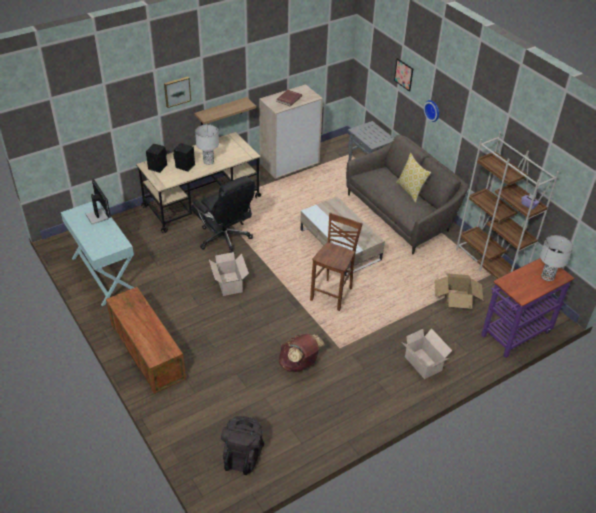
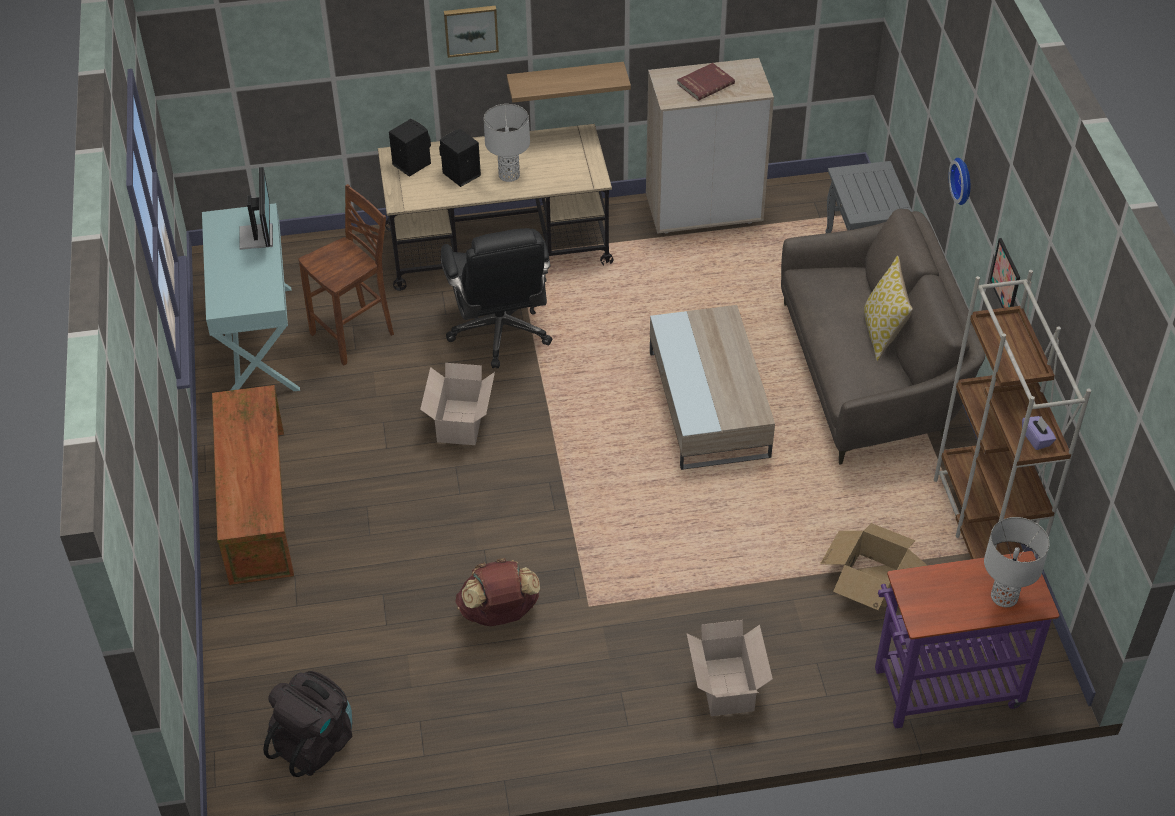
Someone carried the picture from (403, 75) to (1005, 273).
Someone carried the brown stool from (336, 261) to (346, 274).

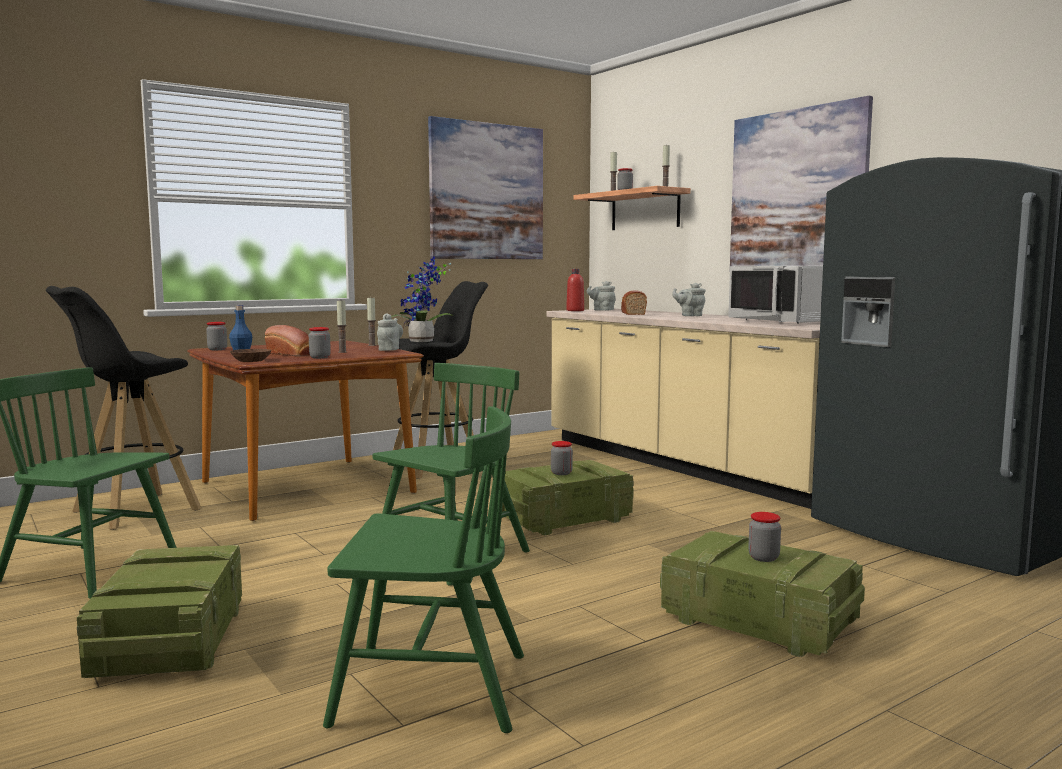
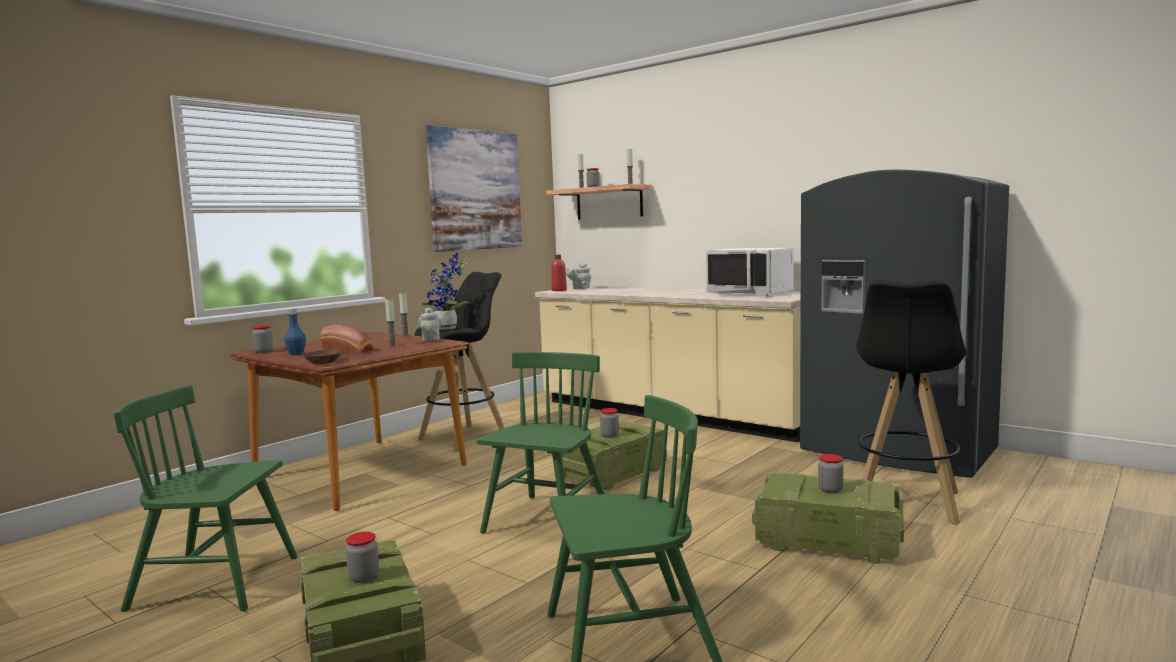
Someone took away the picture at (801, 181).
Someone took away the grey teapot at (688, 299).
Someone carried the black stool from (123, 408) to (911, 402).
Someone took away the bread at (634, 302).
Someone carried the jar from (320, 343) to (362, 557).

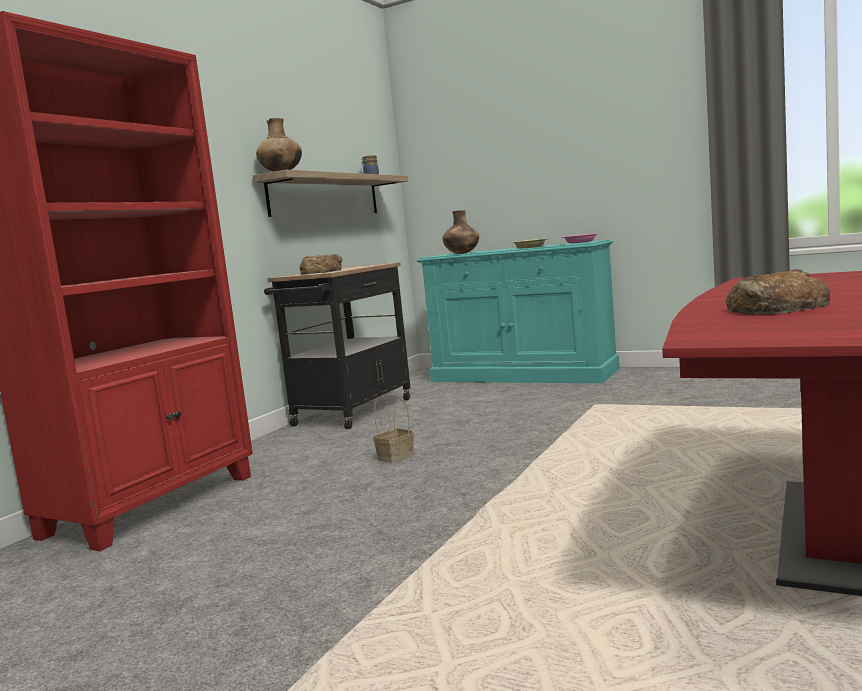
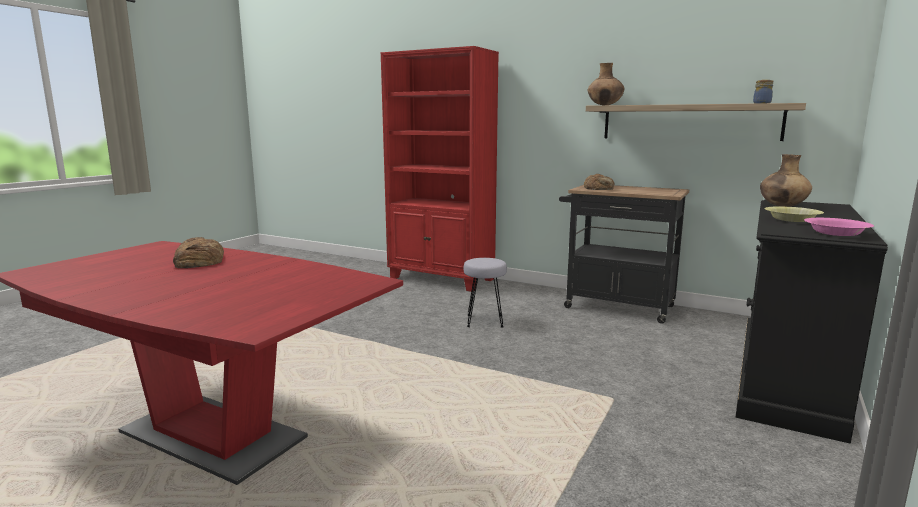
Someone repainted the turquoise cabinet at (518, 311), which became the black cabinet at (811, 322).
Someone swapped the basket at (394, 429) for the grey stool at (485, 293).

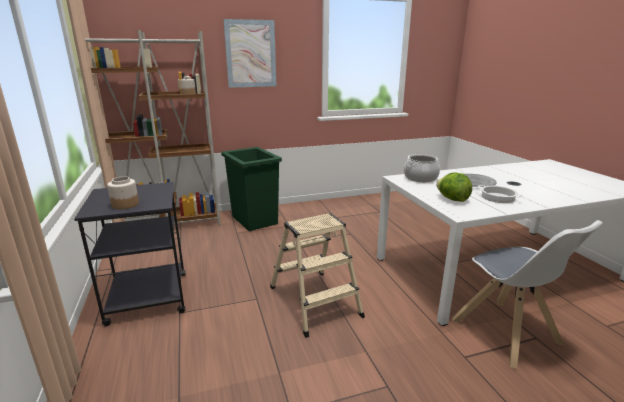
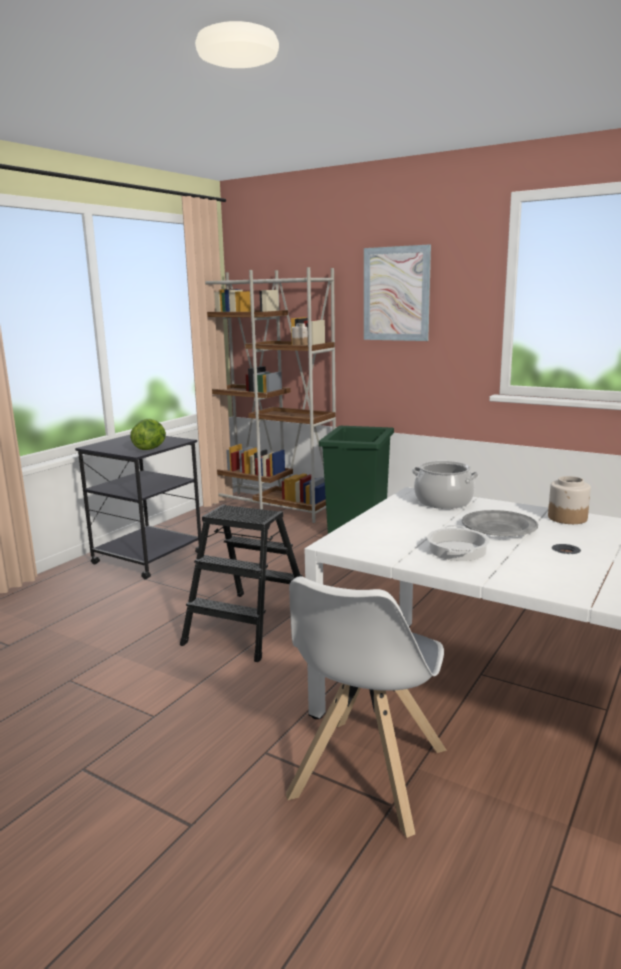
Someone carried the lettuce from (454, 187) to (148, 434).
Someone carried the jar from (123, 192) to (569, 500).
Someone repainted the beige step ladder at (317, 275), which became the black step ladder at (241, 583).

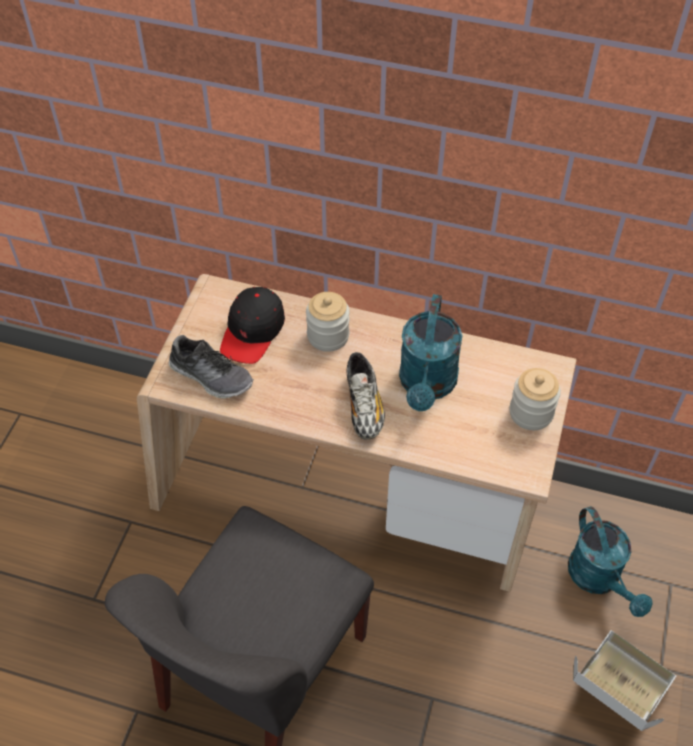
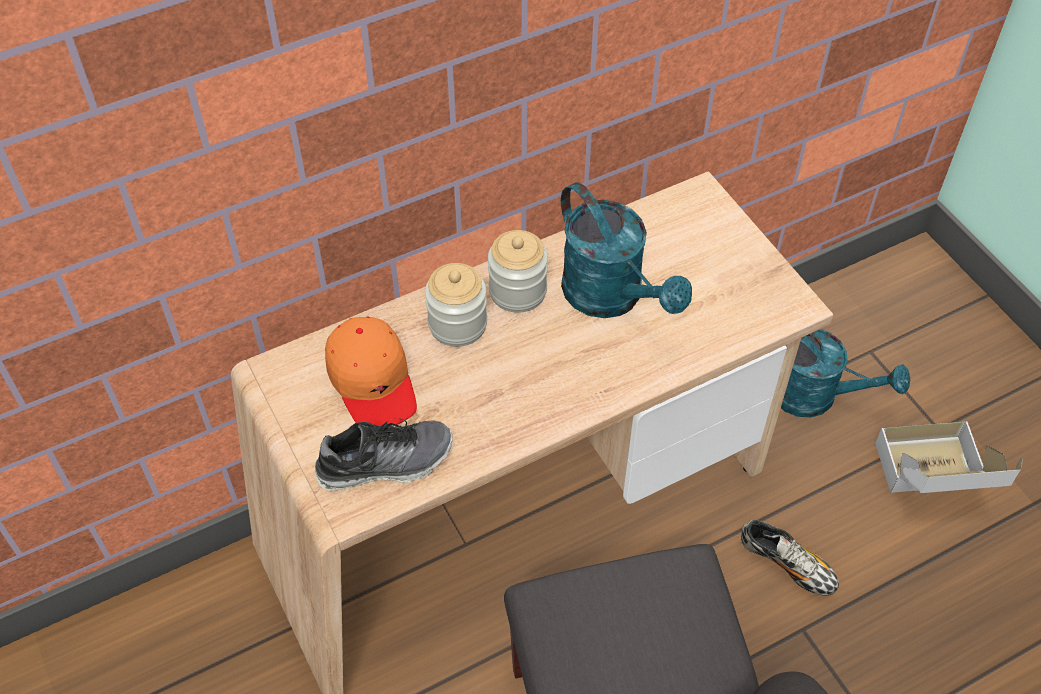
Someone repainted the black cap at (252, 325), which became the orange cap at (371, 371).
Someone carried the shoe from (365, 396) to (790, 558).
Someone carried the jar from (535, 399) to (518, 271).

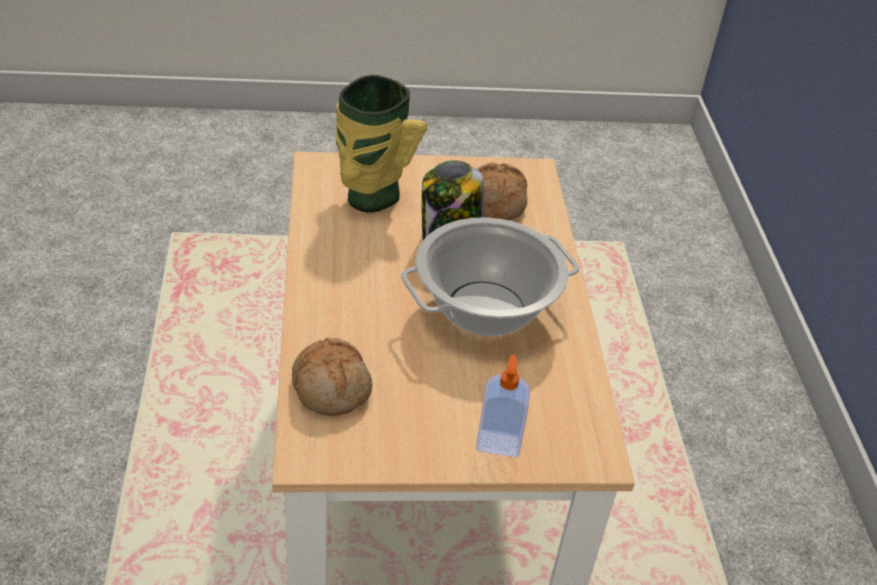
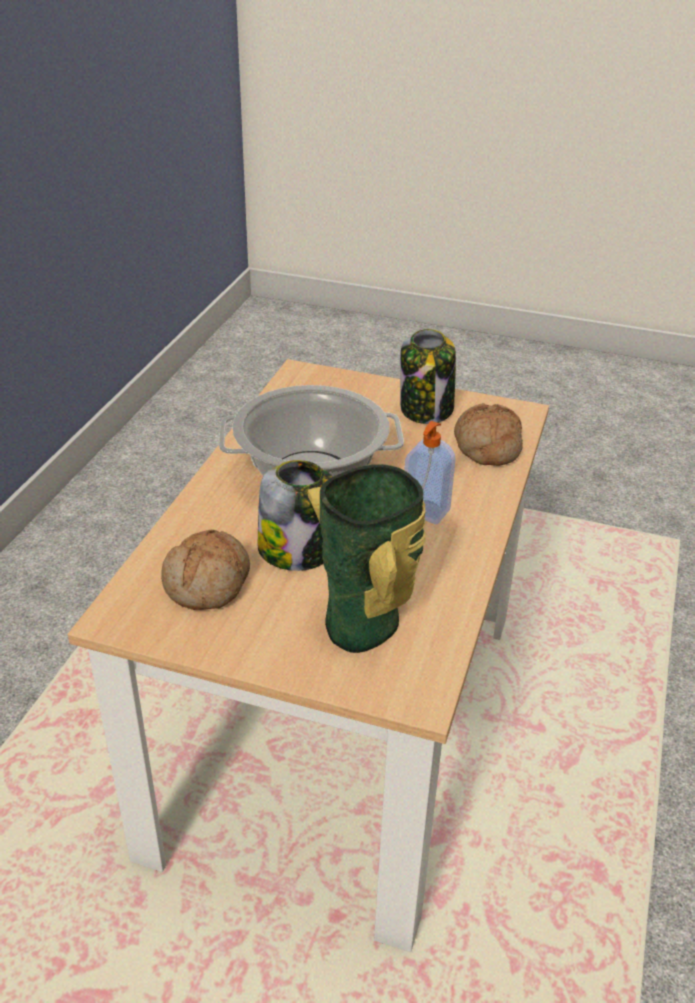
Someone carried the soap dispenser from (503, 406) to (430, 472).
Someone put down the jar at (428, 376).

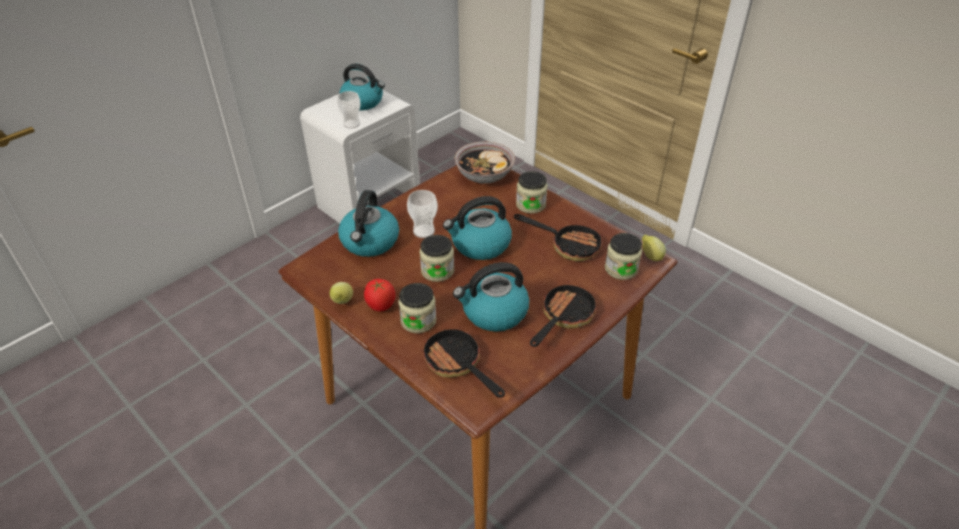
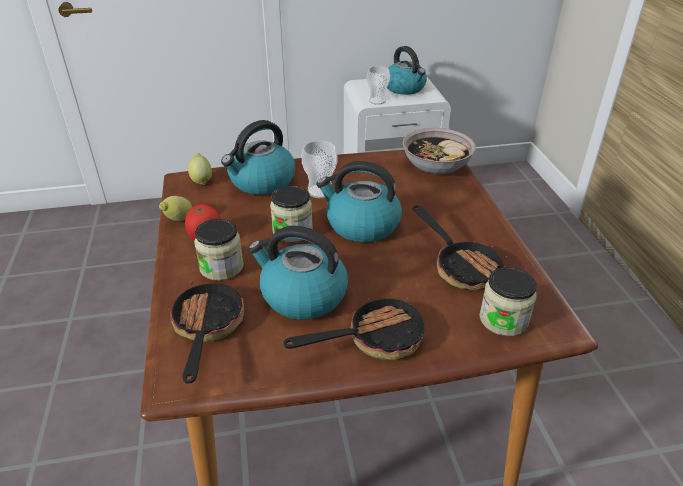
Someone took away the jar at (532, 192).
Someone carried the lemon from (654, 248) to (200, 169).

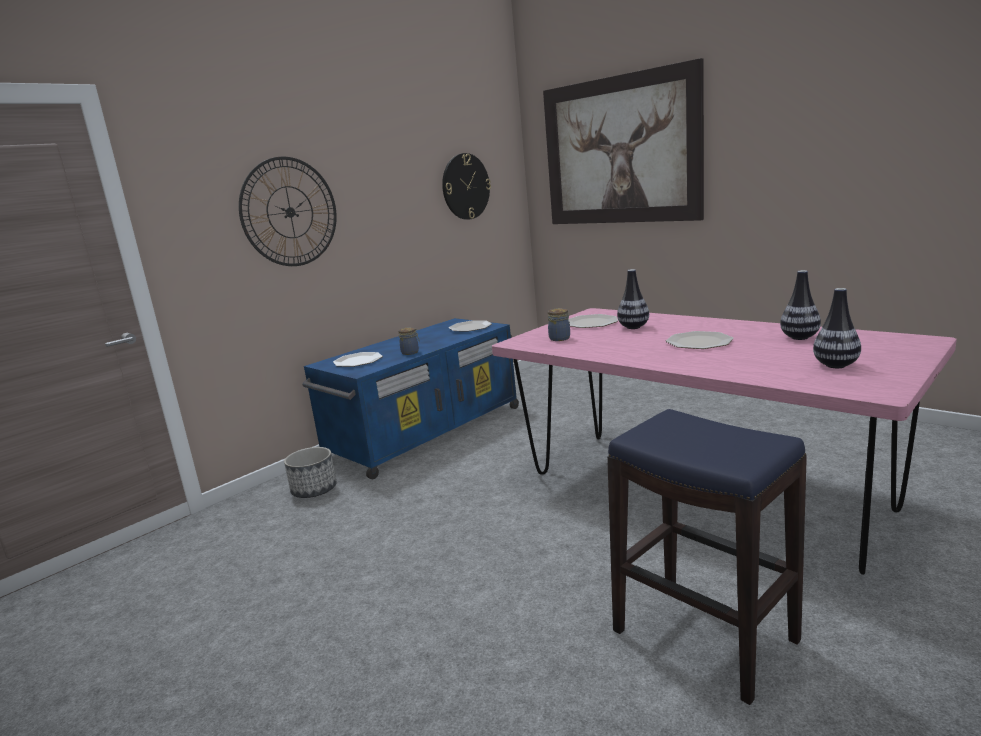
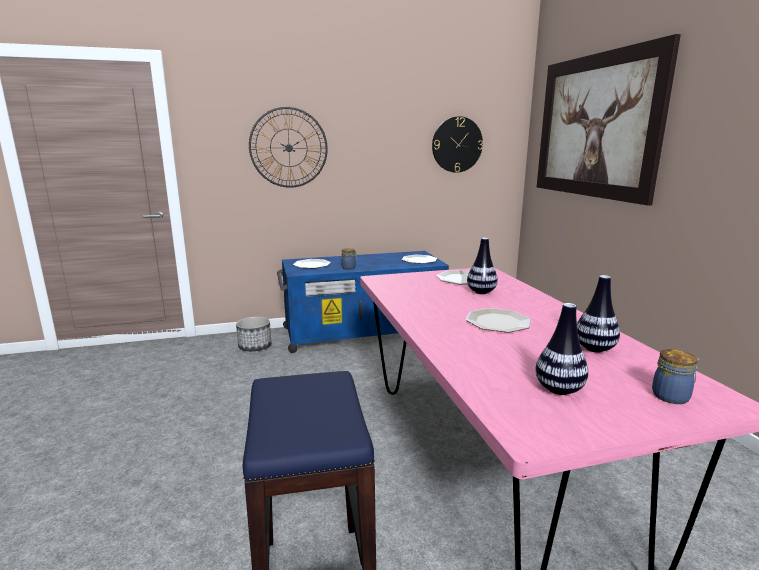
Someone carried the jar from (559, 324) to (675, 376).

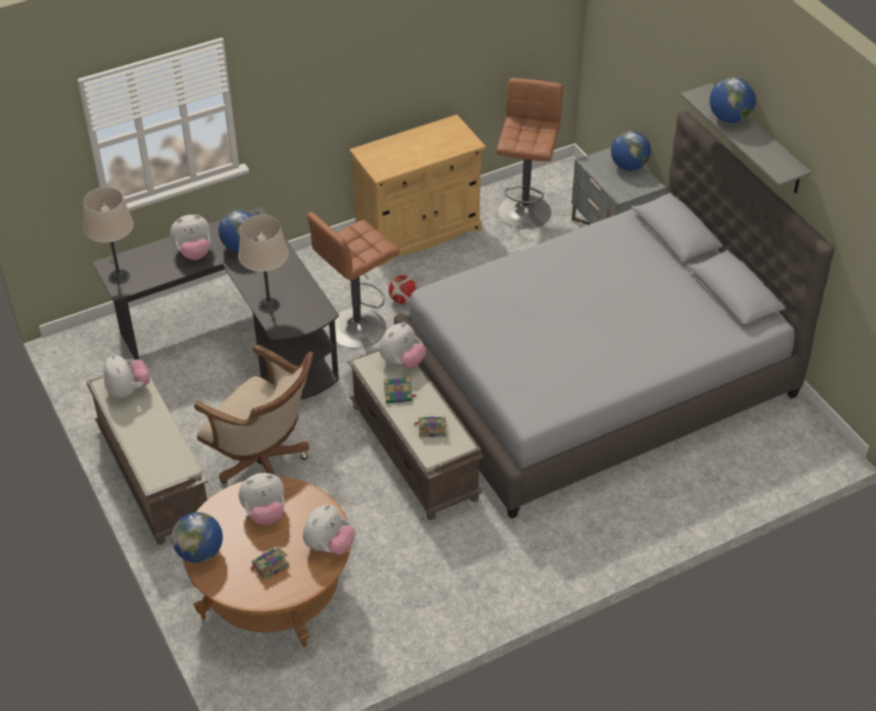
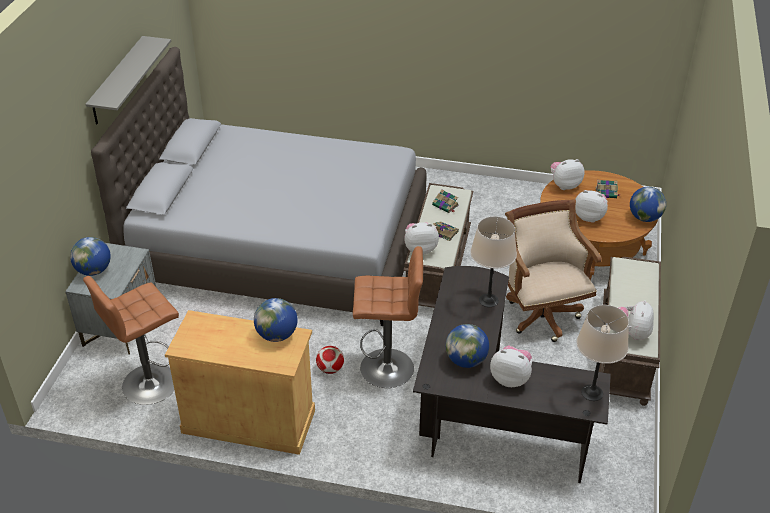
Someone carried the globe from (733, 100) to (276, 320).

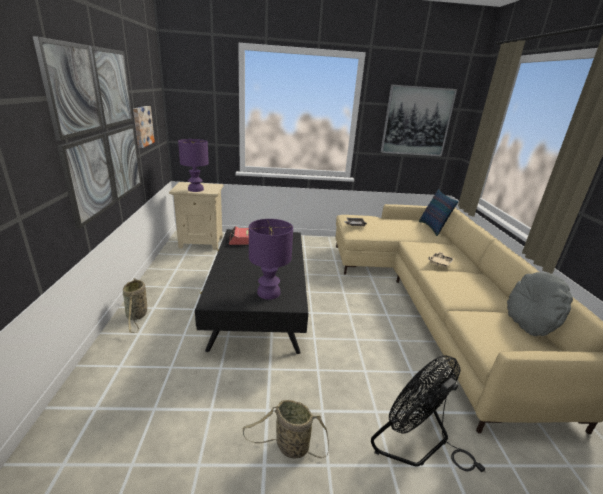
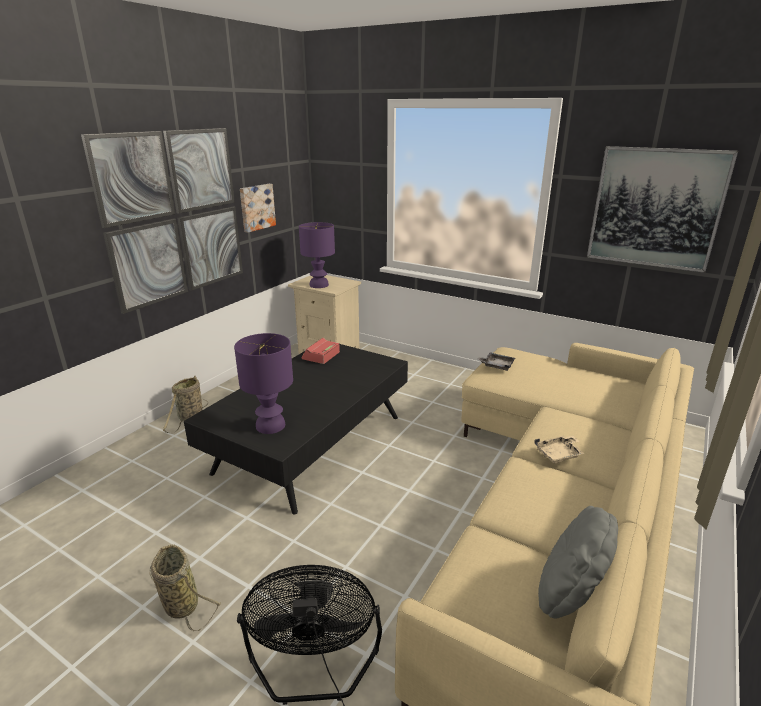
Someone took away the blue pillow at (438, 212).

